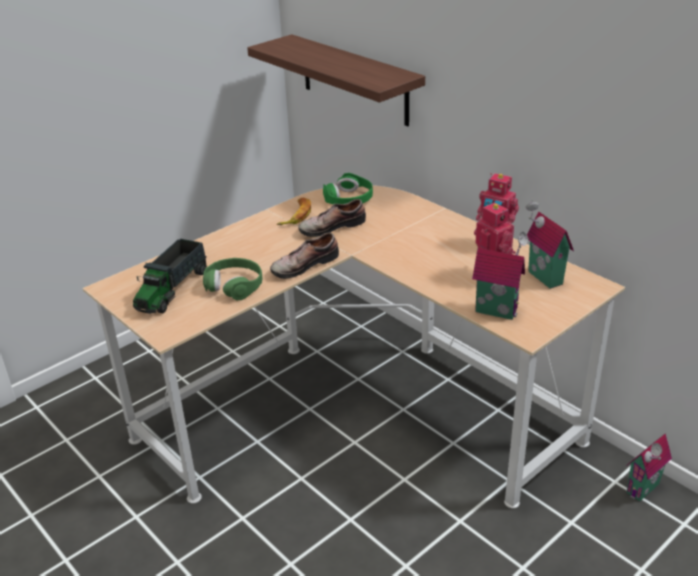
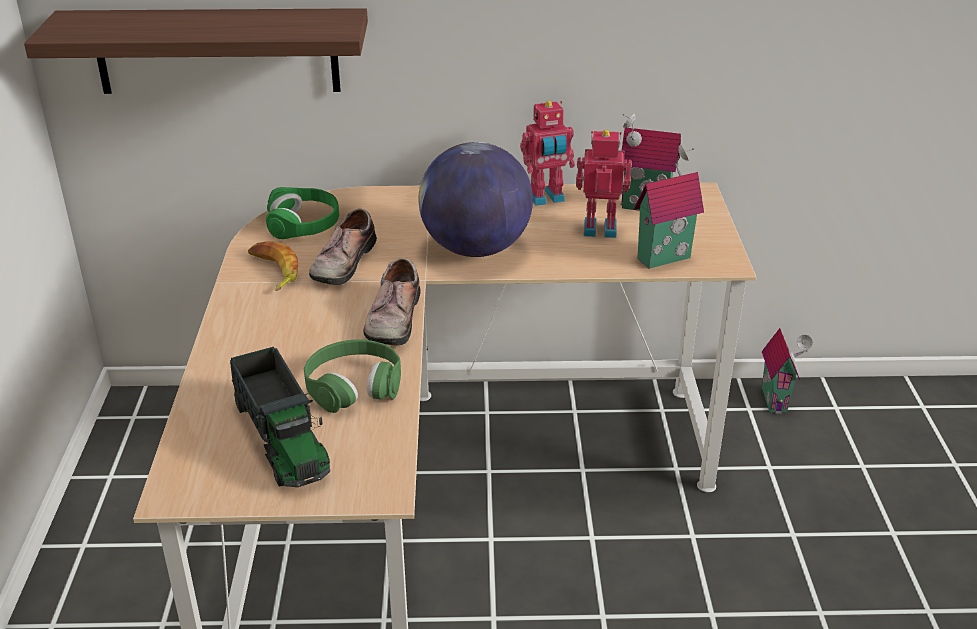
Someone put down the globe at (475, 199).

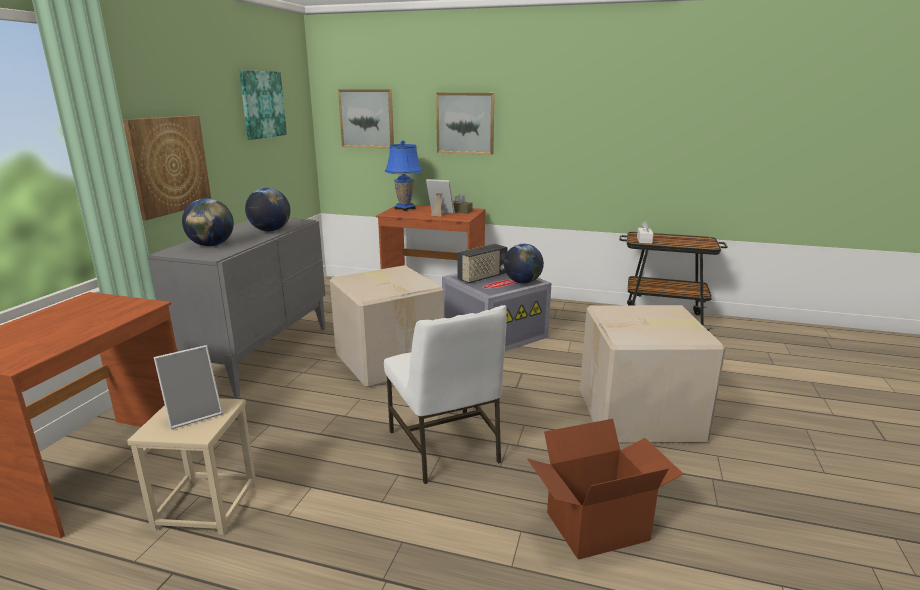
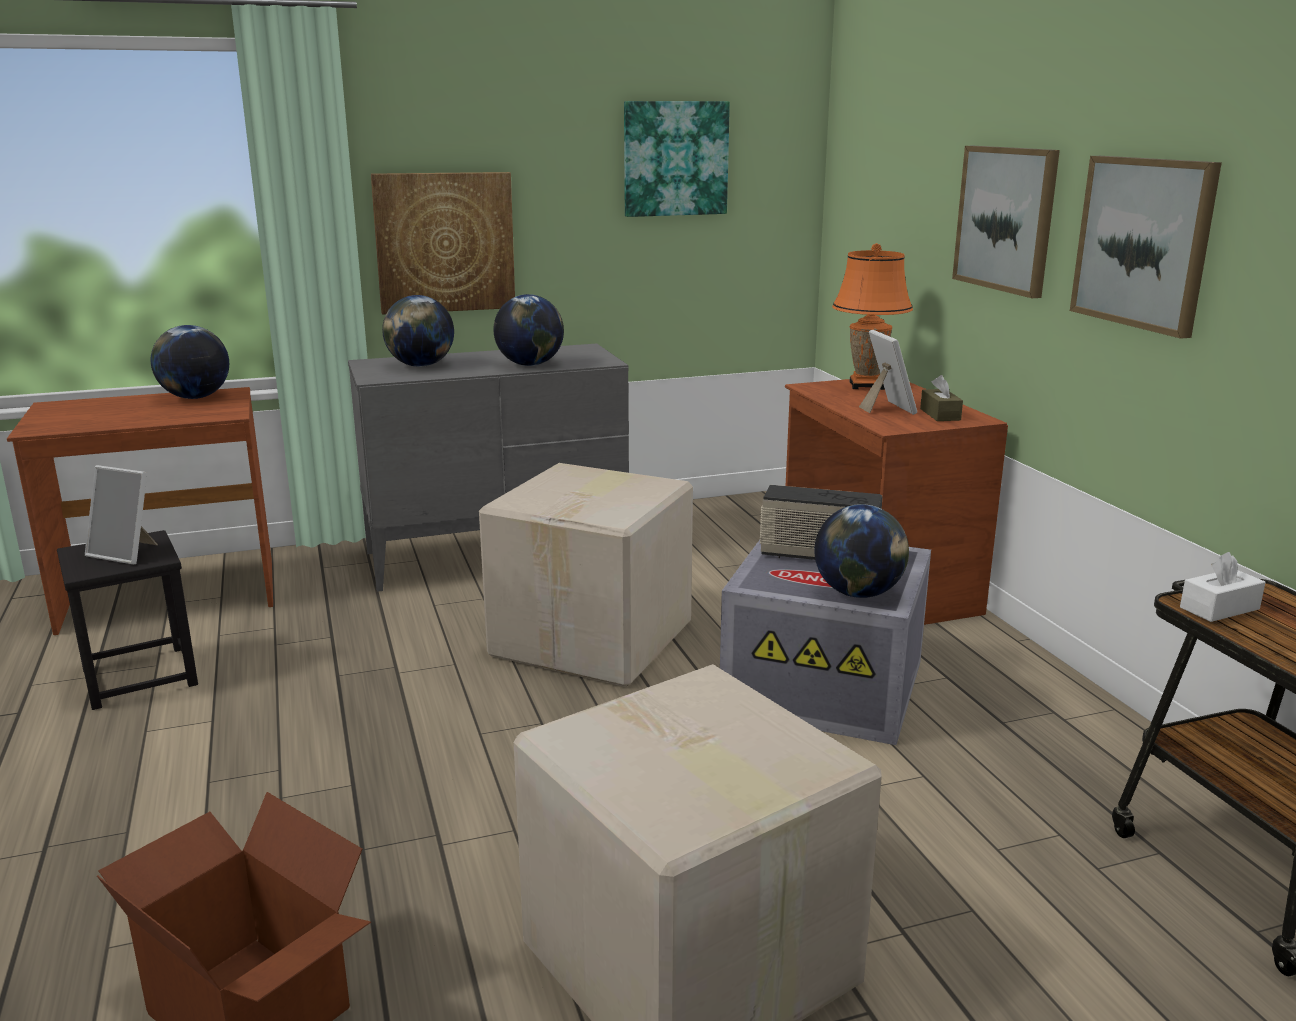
Someone carried the picture from (366, 119) to (1146, 247).
Someone repainted the blue table lamp at (404, 175), which became the orange table lamp at (872, 316).
Someone took away the white chair at (445, 394).
Someone repainted the beige stool at (191, 466), which became the black stool at (127, 620).
Someone put down the globe at (190, 362).

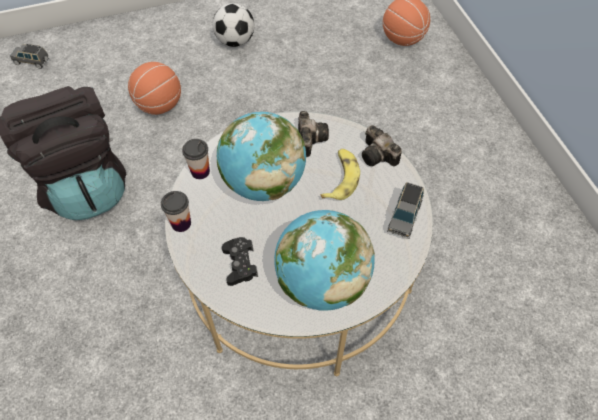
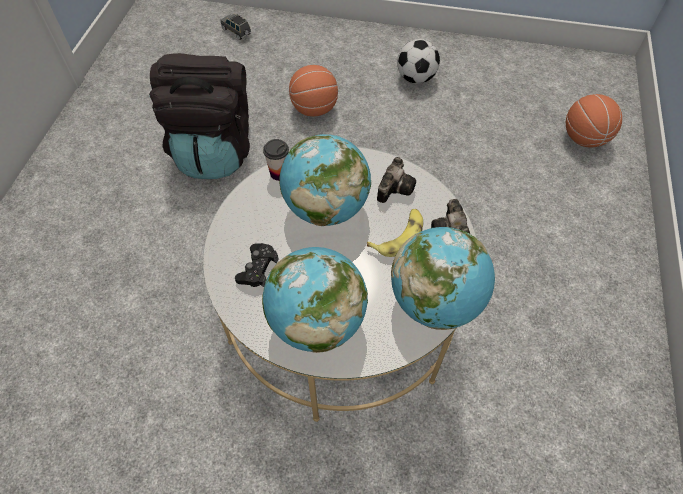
Someone swapped the grey toy car at (405, 210) for the globe at (443, 278).
Someone took away the cup at (176, 211).

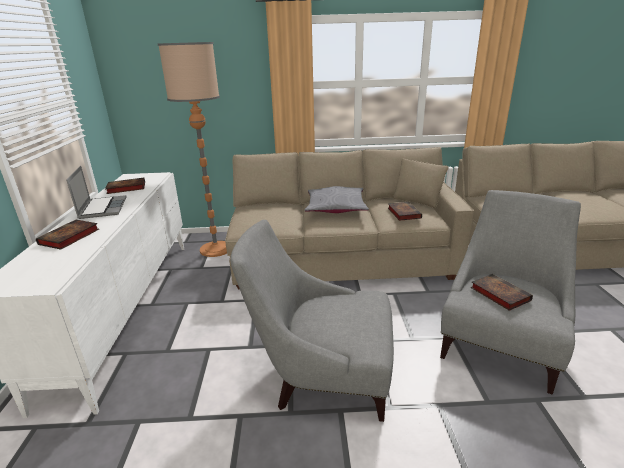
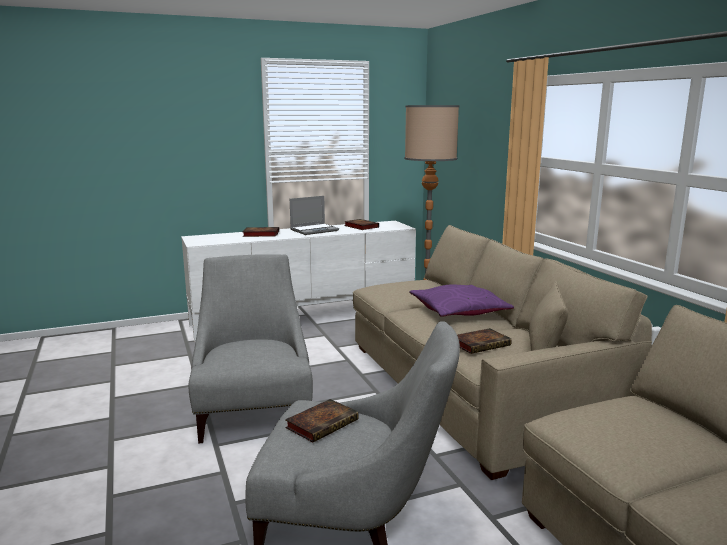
Someone repainted the grey pillow at (337, 199), which became the purple pillow at (461, 301).

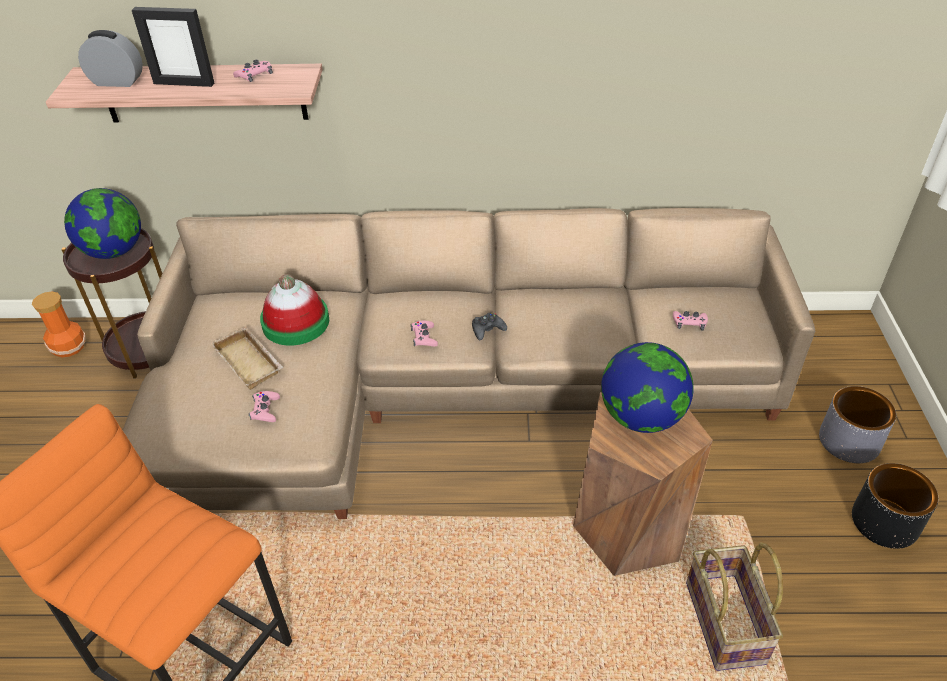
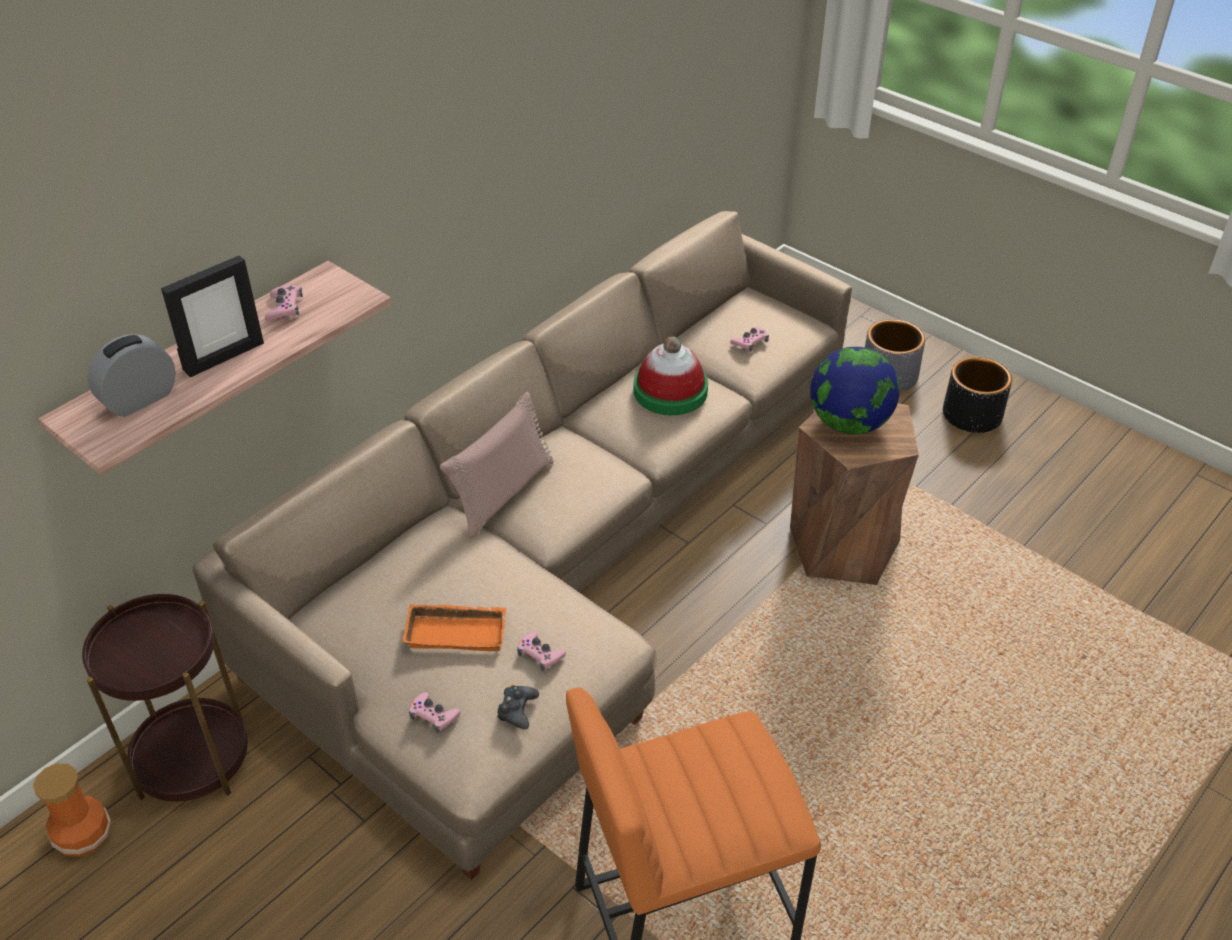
Someone took away the globe at (102, 223).
Someone carried the hat from (294, 310) to (671, 376).
Someone carried the black game controller from (489, 326) to (518, 707).
Someone carried the pink game controller from (424, 334) to (434, 712).
Someone repainted the beige tray at (247, 358), which became the orange tray at (455, 627).
Someone took away the basket at (734, 607).
Someone put down the beige pillow at (497, 465).

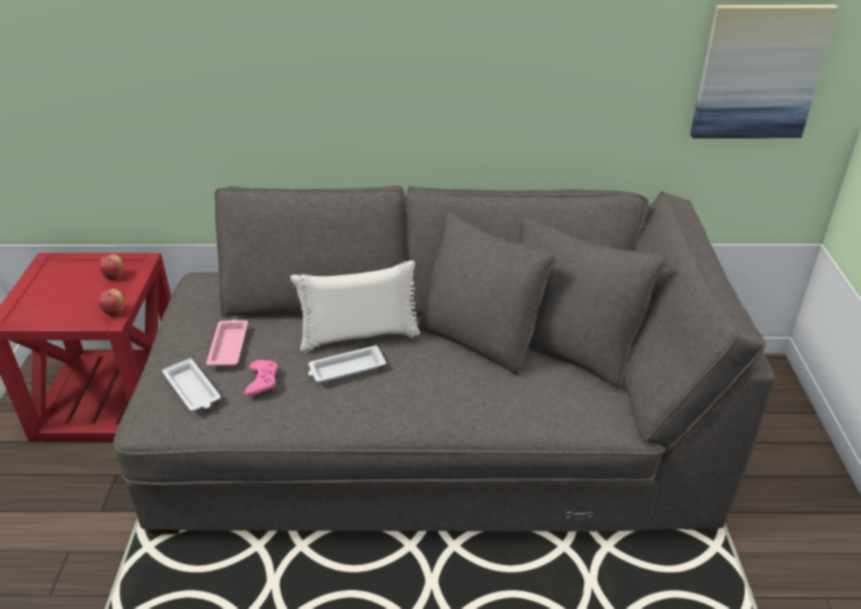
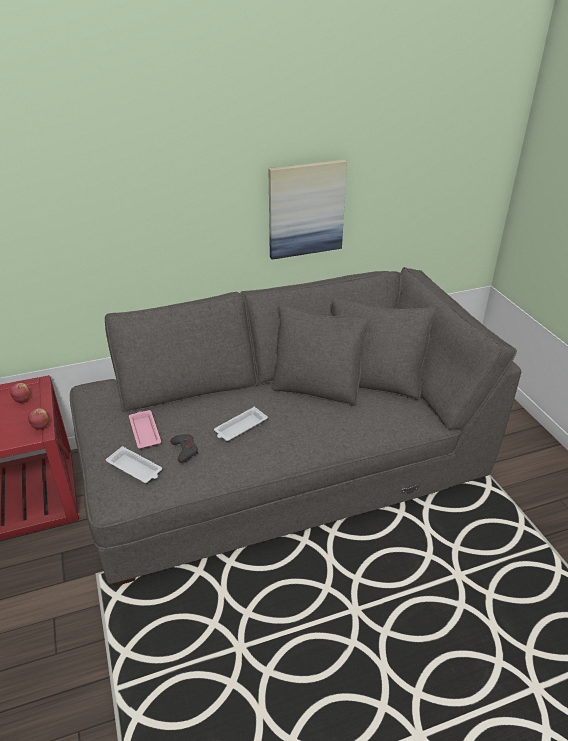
Someone carried the picture from (764, 71) to (307, 209).
Someone took away the white pillow at (355, 306).
Someone repainted the pink game controller at (261, 378), which became the grey game controller at (184, 448).

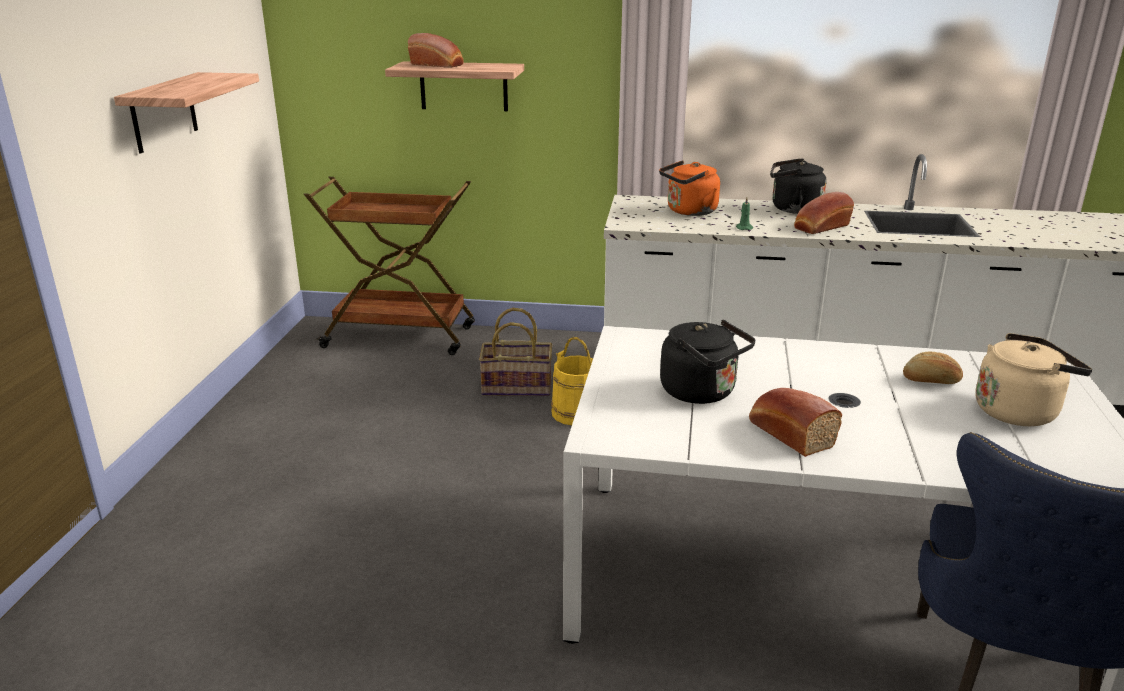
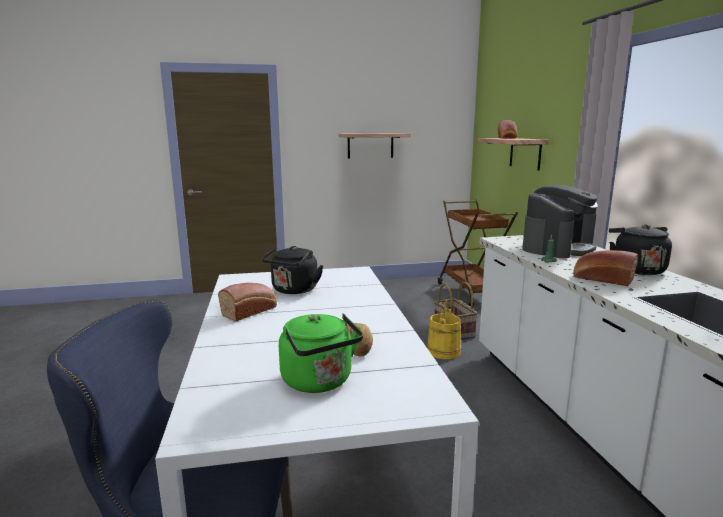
Someone swapped the orange kettle at (689, 188) for the coffee machine at (560, 221).
Someone repainted the beige kettle at (1034, 379), which became the green kettle at (321, 353).

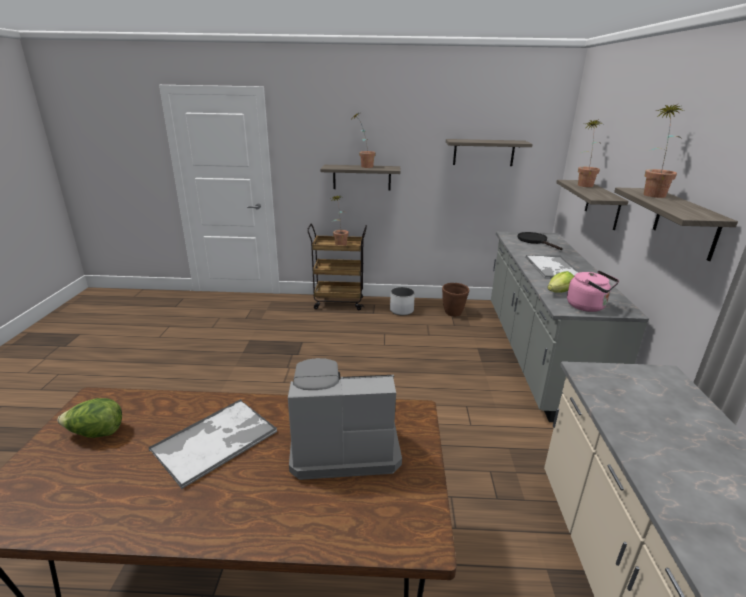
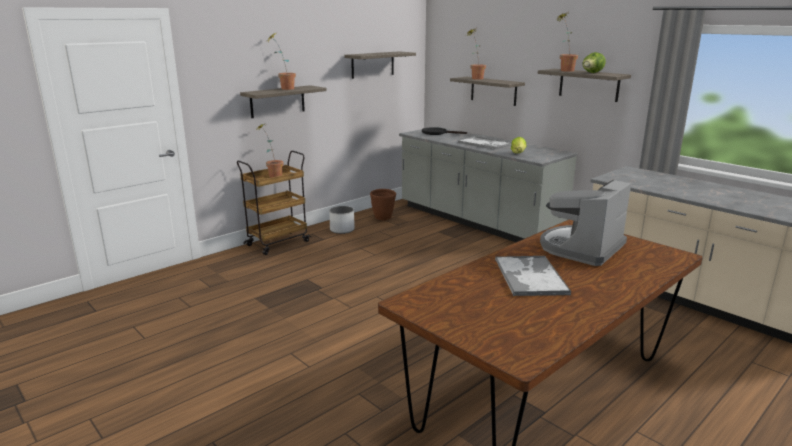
Someone took away the pink kettle at (593, 291).
Someone carried the lettuce from (89, 418) to (594, 62).

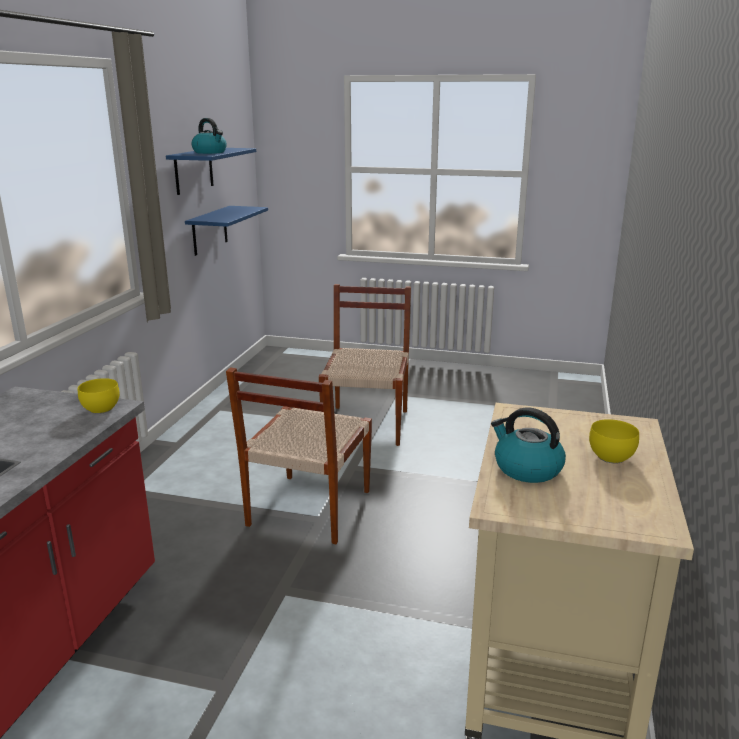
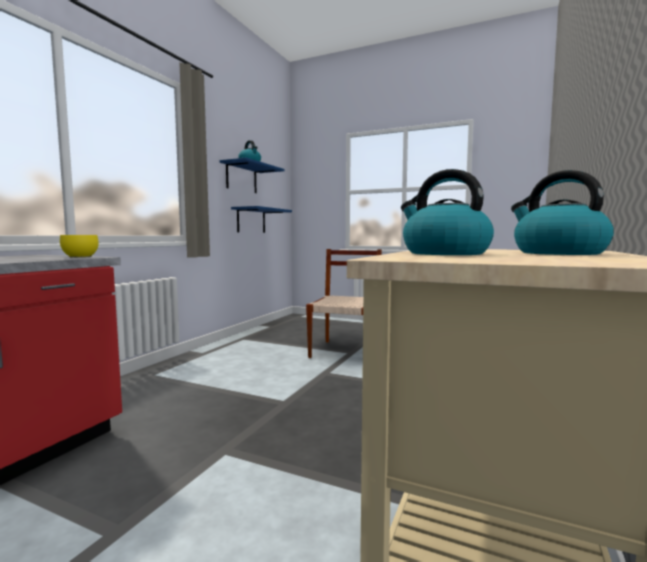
Someone took away the chair at (299, 455).
Someone swapped the yellow bowl at (614, 441) for the kettle at (562, 212).

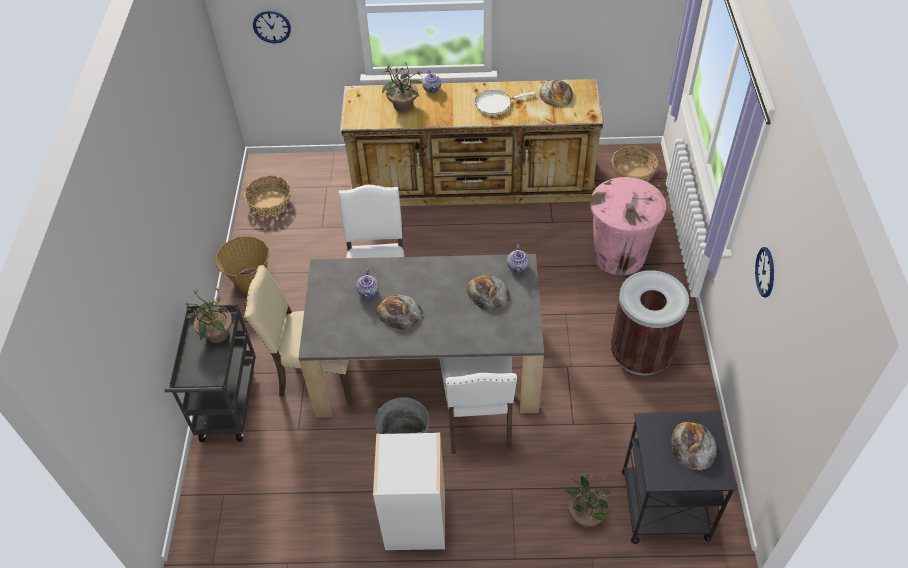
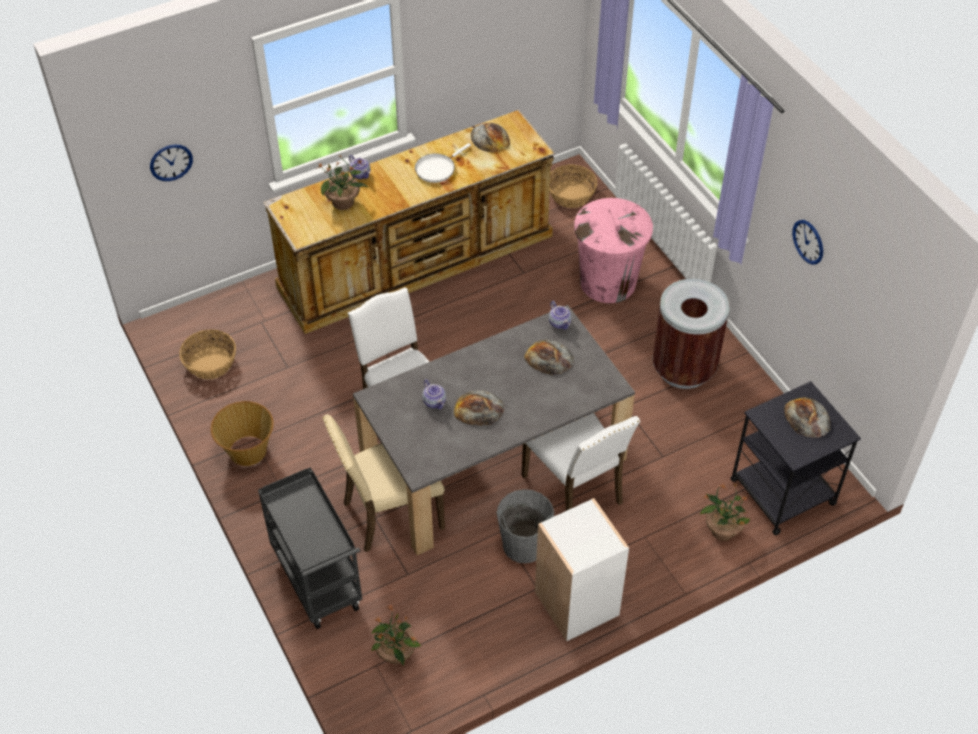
Someone carried the potted plant from (208, 315) to (397, 635).

